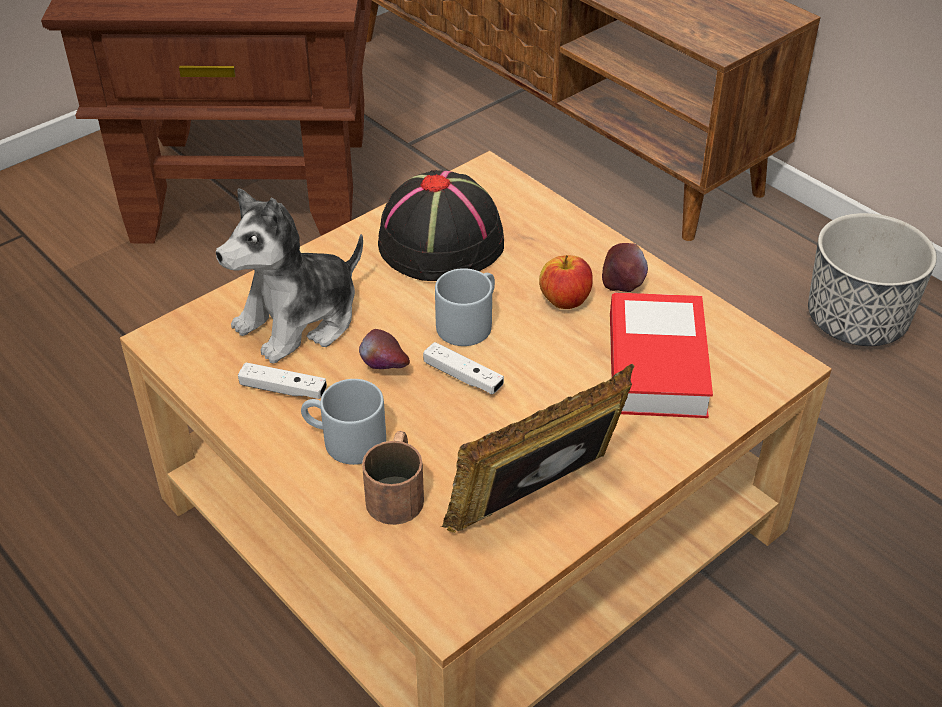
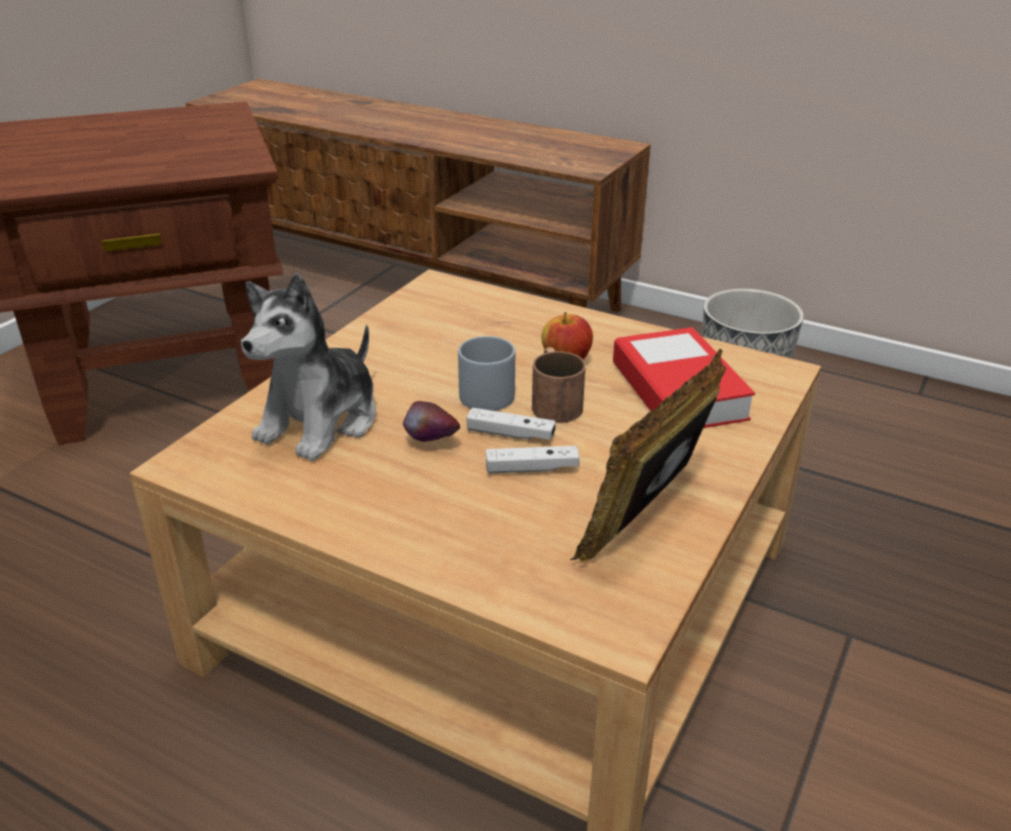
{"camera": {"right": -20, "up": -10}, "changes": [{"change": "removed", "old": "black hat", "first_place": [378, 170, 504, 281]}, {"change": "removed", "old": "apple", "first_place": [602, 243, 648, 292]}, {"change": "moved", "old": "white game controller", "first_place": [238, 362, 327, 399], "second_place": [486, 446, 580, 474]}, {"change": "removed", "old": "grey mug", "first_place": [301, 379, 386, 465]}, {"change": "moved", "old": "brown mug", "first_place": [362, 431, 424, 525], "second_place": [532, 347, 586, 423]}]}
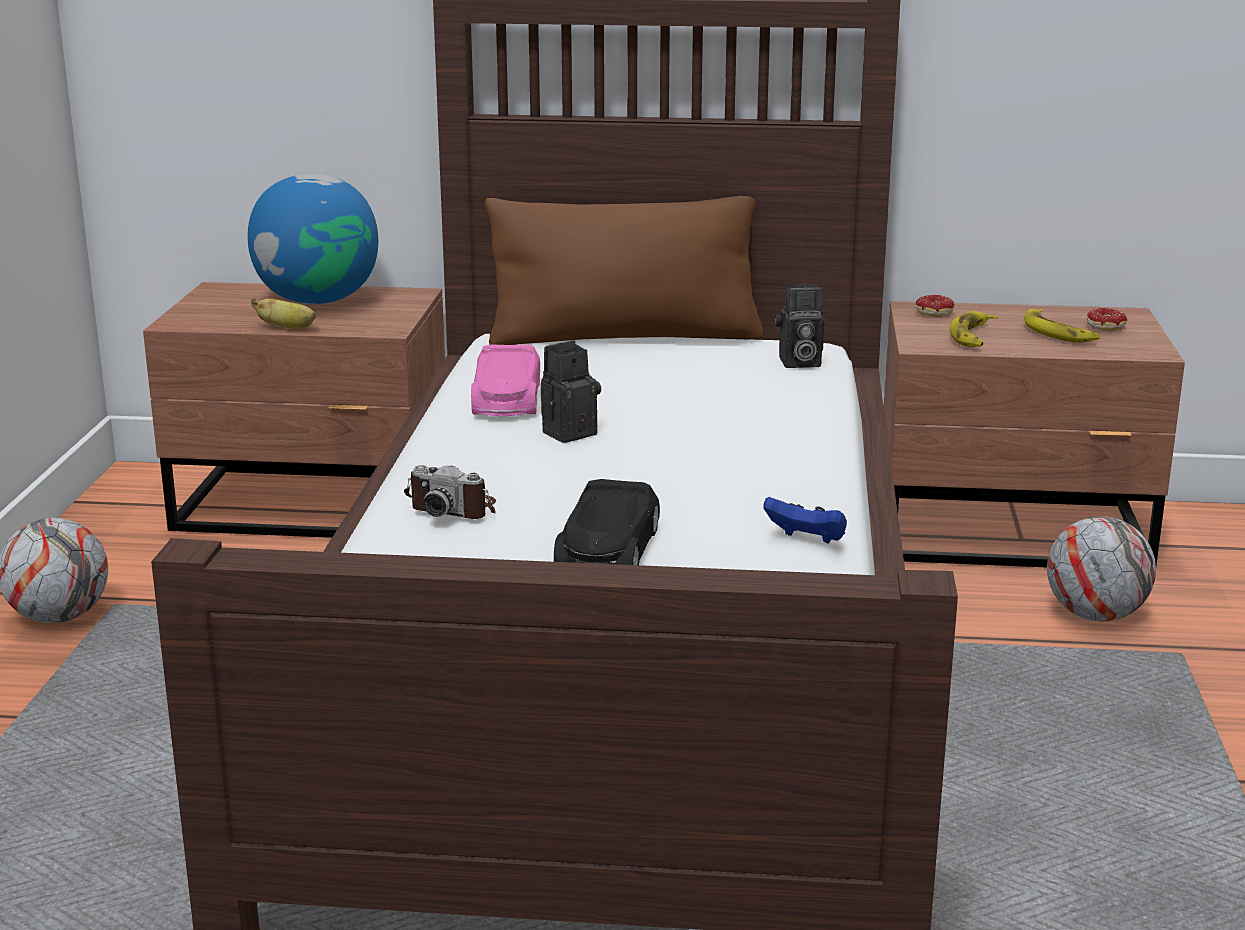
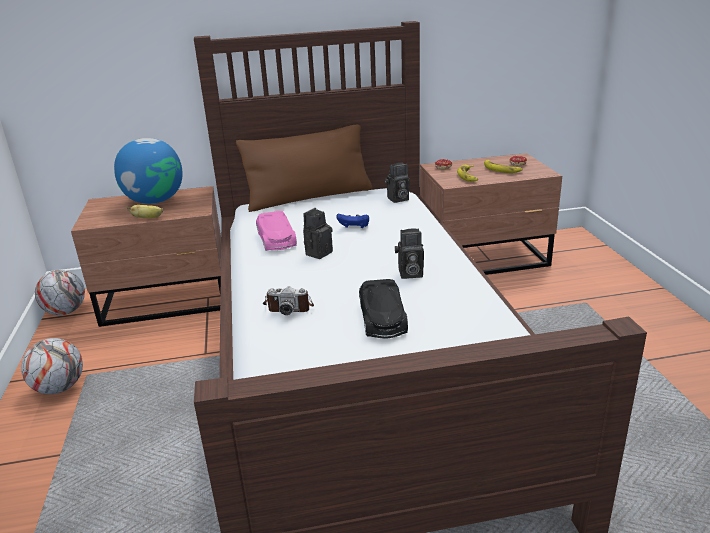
{"camera": {"right": -15, "up": 5}, "changes": [{"change": "moved", "old": "blue game controller", "first_place": [763, 497, 847, 544], "second_place": [337, 214, 369, 228]}, {"change": "moved", "old": "football", "first_place": [1047, 516, 1156, 621], "second_place": [35, 270, 85, 315]}, {"change": "added", "new": "photo camera", "second_place": [395, 229, 424, 279]}]}
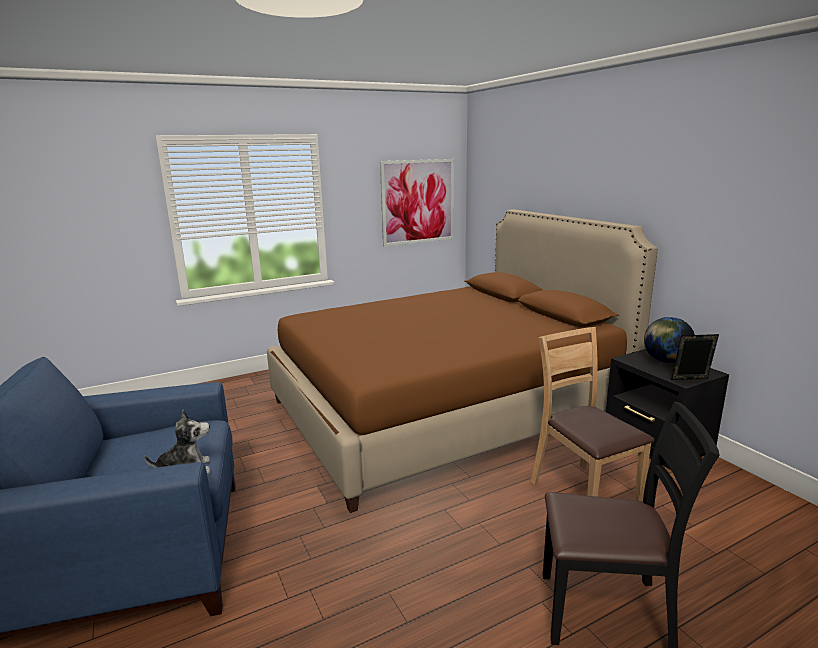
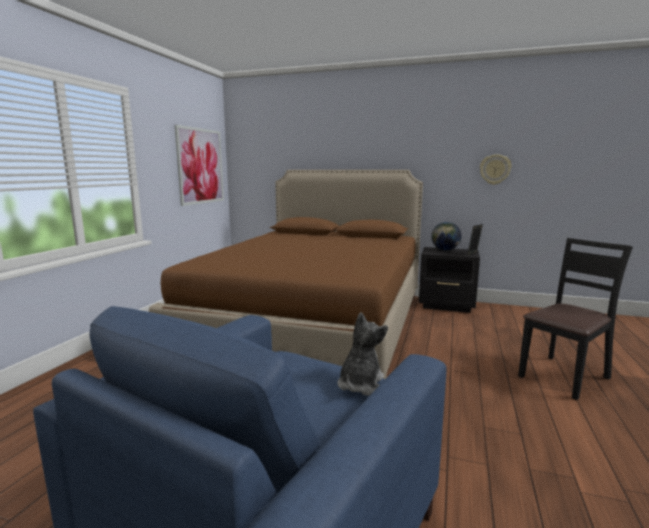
{"camera": {"right": -45, "up": -5}, "changes": [{"change": "removed", "old": "brown chair", "first_place": [530, 327, 654, 502]}, {"change": "added", "new": "wall clock", "second_place": [480, 154, 512, 185]}]}
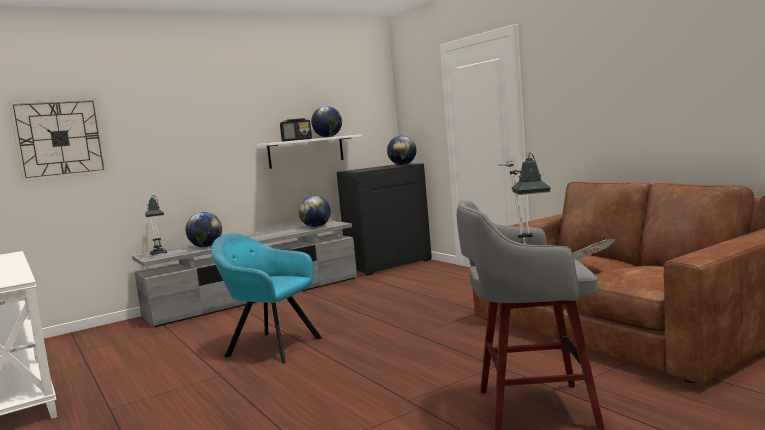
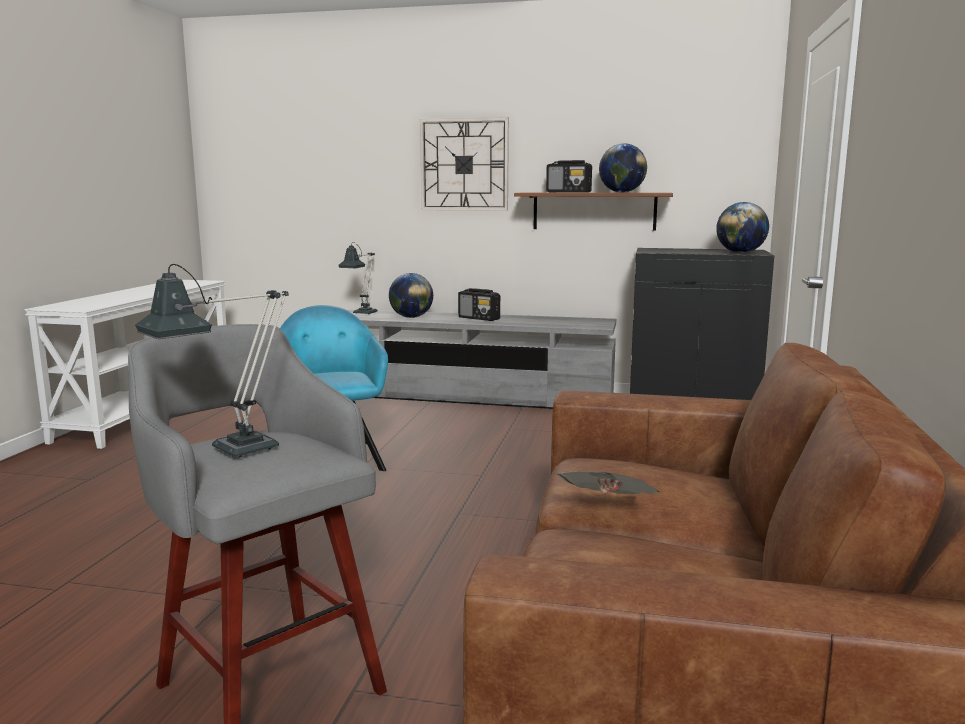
{"camera": {"right": 45, "up": 5}, "changes": [{"change": "moved", "old": "wall clock", "first_place": [9, 98, 107, 181], "second_place": [420, 117, 509, 211]}, {"change": "recoloured", "old": "white shelf", "new": "brown shelf", "first_place": [258, 134, 362, 169], "second_place": [514, 193, 673, 231]}, {"change": "removed", "old": "globe", "first_place": [299, 196, 331, 228]}, {"change": "added", "new": "radio", "second_place": [458, 288, 500, 321]}]}
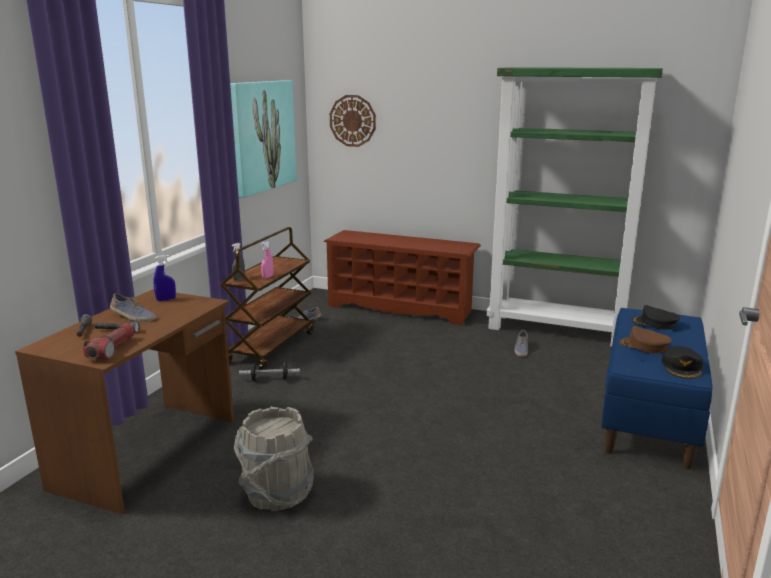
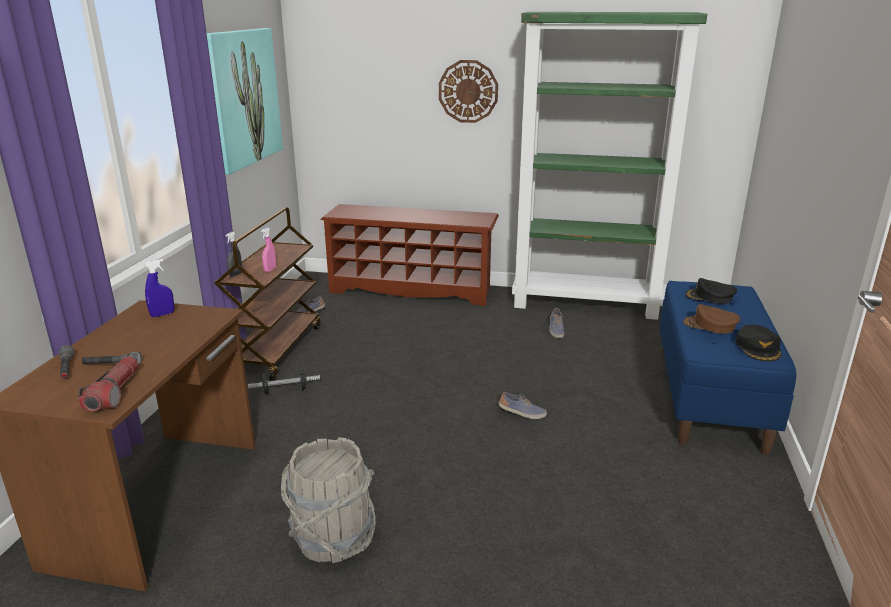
{"camera": {"right": -10, "up": 5}, "changes": [{"change": "moved", "old": "wall clock", "first_place": [330, 95, 376, 147], "second_place": [439, 60, 498, 123]}, {"change": "moved", "old": "shoe", "first_place": [110, 293, 156, 322], "second_place": [498, 392, 547, 419]}]}
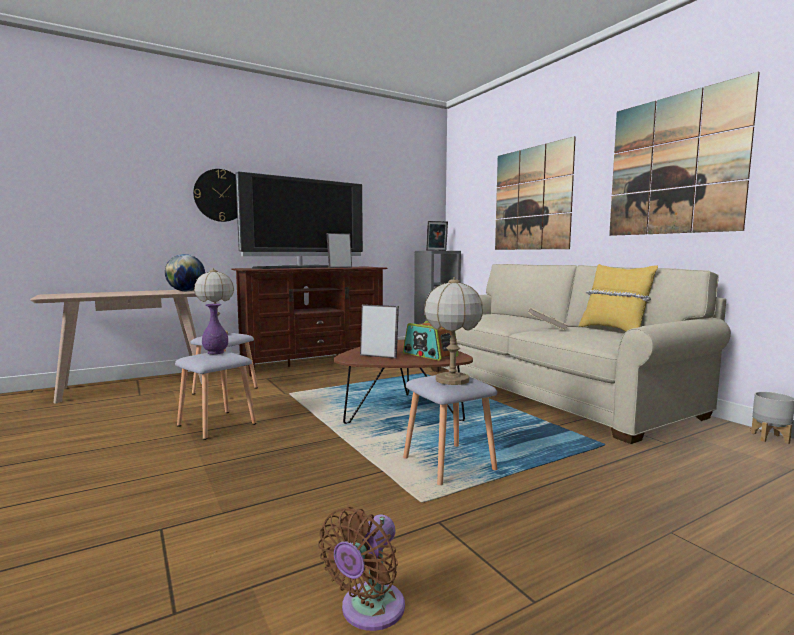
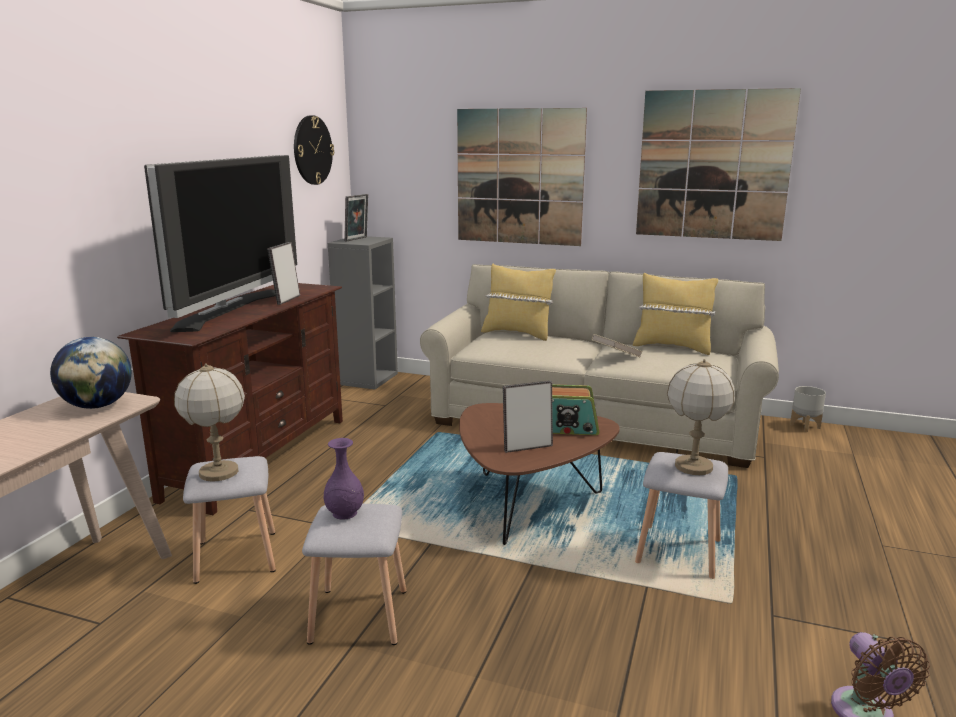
{"camera": {"right": -40, "up": 10}, "changes": [{"change": "moved", "old": "wall clock", "first_place": [193, 169, 237, 222], "second_place": [294, 115, 334, 185]}, {"change": "added", "new": "yellow pillow", "second_place": [481, 264, 556, 341]}]}
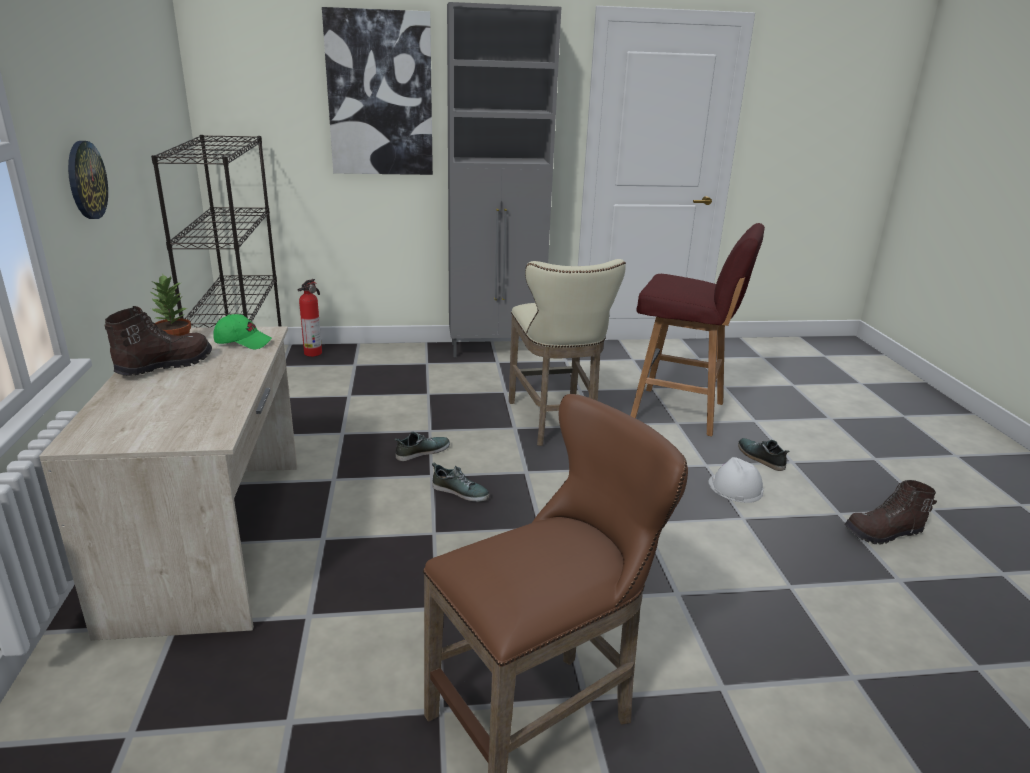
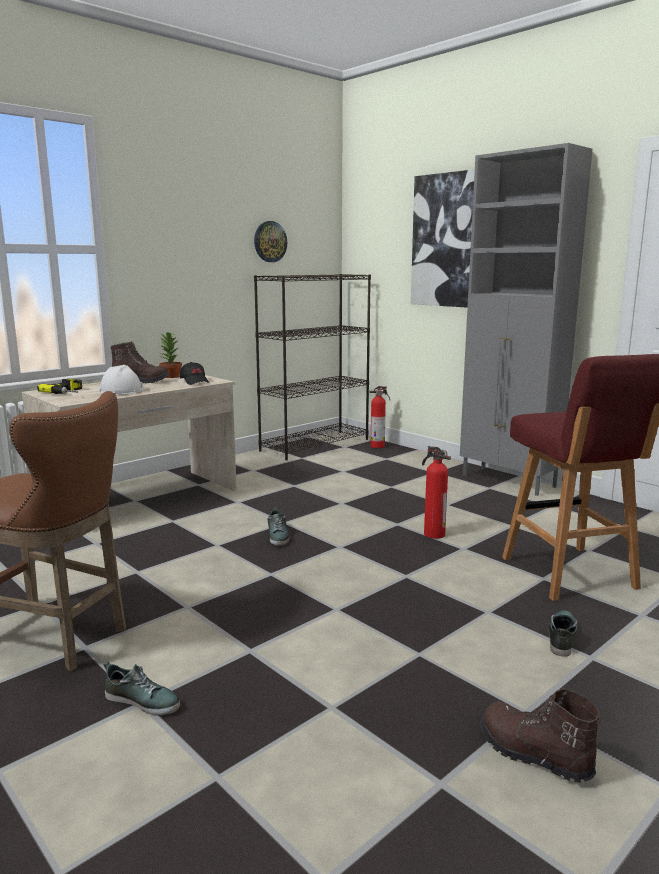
{"camera": {"right": 55, "up": -10}, "changes": [{"change": "moved", "old": "wall clock", "first_place": [68, 141, 108, 219], "second_place": [254, 221, 287, 262]}, {"change": "replaced", "old": "beige stool", "new": "fire extinguisher", "first_place": [509, 259, 626, 446], "second_place": [422, 446, 451, 539]}, {"change": "recoloured", "old": "green cap", "new": "black cap", "first_place": [213, 314, 272, 349], "second_place": [180, 362, 209, 385]}, {"change": "moved", "old": "shoe", "first_place": [395, 432, 450, 461], "second_place": [103, 661, 180, 715]}, {"change": "moved", "old": "white hard hat", "first_place": [708, 457, 764, 503], "second_place": [99, 365, 146, 395]}, {"change": "added", "new": "power drill", "second_place": [37, 379, 82, 394]}]}
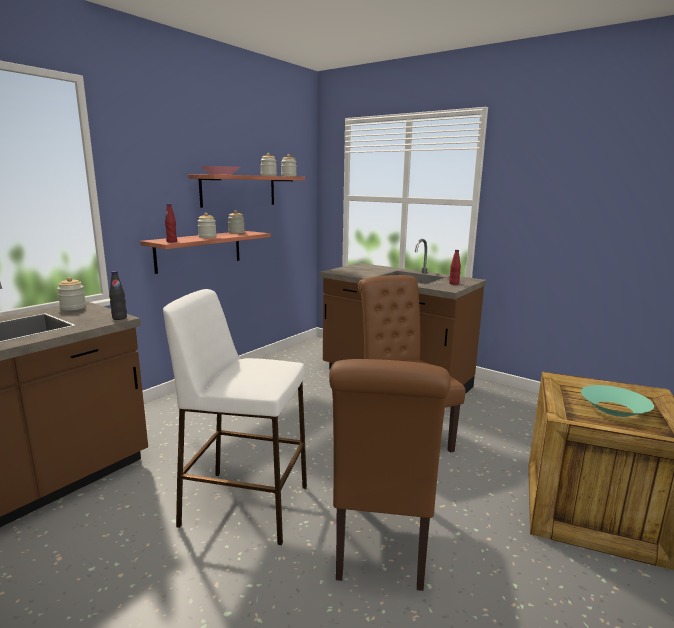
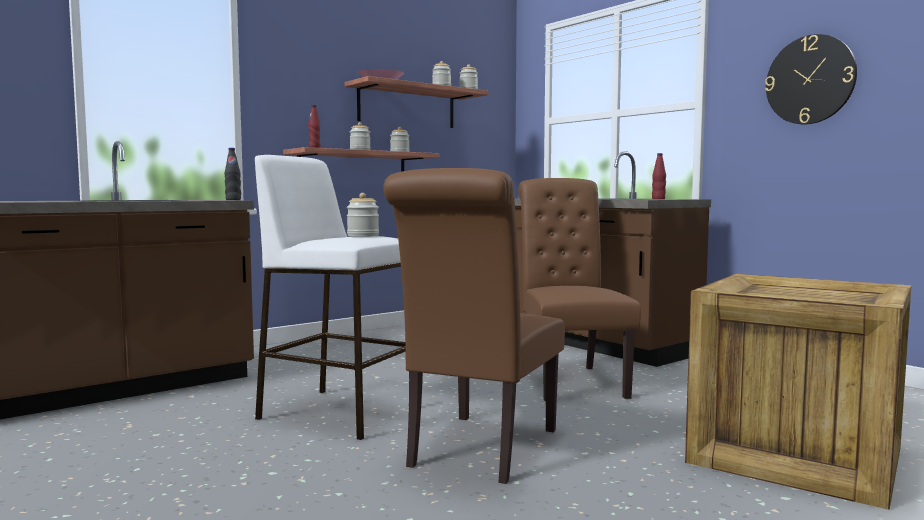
{"camera": {"right": 15, "up": -10}, "changes": [{"change": "moved", "old": "jar", "first_place": [57, 277, 86, 310], "second_place": [347, 193, 379, 237]}, {"change": "removed", "old": "turquoise bowl", "first_place": [581, 385, 654, 417]}, {"change": "added", "new": "wall clock", "second_place": [765, 34, 857, 124]}]}
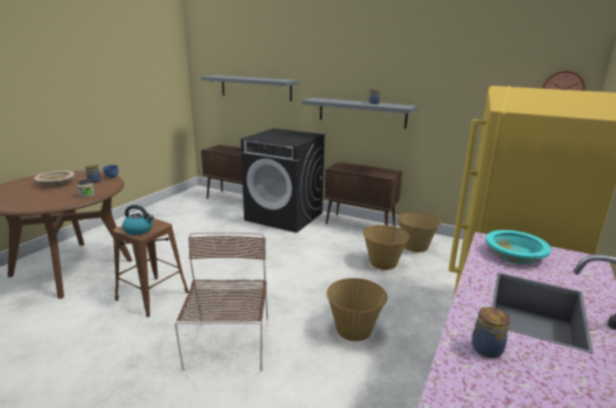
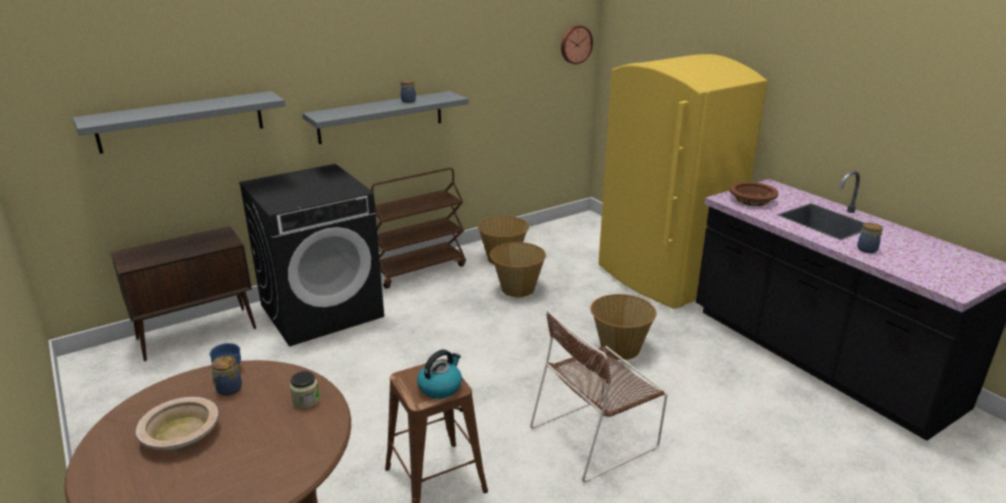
{"camera": {"right": -60, "up": 5}, "changes": [{"change": "replaced", "old": "brown cabinet", "new": "brown cart", "first_place": [325, 162, 402, 226], "second_place": [371, 168, 466, 289]}, {"change": "recoloured", "old": "turquoise bowl", "new": "brown bowl", "first_place": [486, 230, 551, 264], "second_place": [730, 182, 779, 206]}, {"change": "turned", "old": "brown chair", "first_place": [175, 232, 268, 371], "second_place": [530, 310, 668, 482], "degrees": -60}]}
